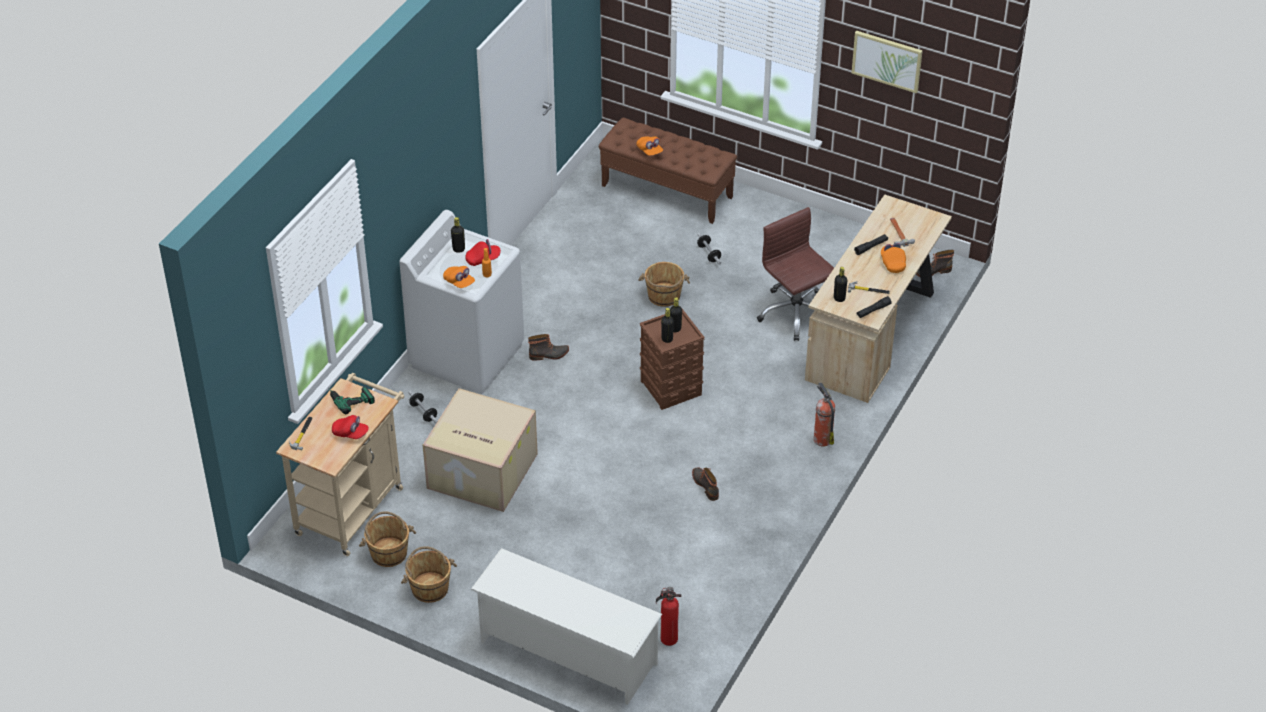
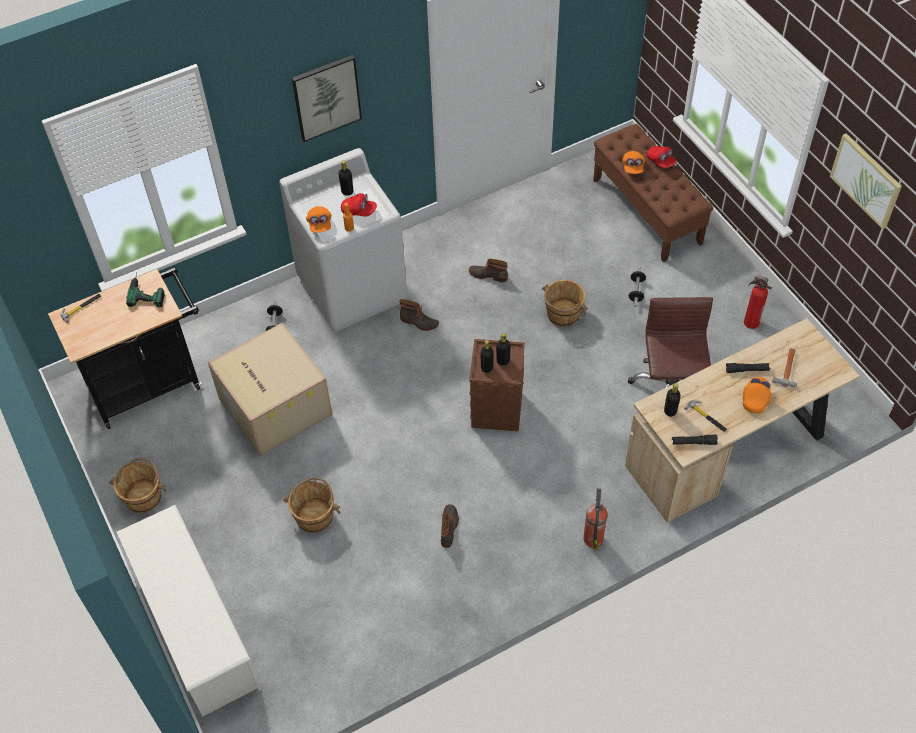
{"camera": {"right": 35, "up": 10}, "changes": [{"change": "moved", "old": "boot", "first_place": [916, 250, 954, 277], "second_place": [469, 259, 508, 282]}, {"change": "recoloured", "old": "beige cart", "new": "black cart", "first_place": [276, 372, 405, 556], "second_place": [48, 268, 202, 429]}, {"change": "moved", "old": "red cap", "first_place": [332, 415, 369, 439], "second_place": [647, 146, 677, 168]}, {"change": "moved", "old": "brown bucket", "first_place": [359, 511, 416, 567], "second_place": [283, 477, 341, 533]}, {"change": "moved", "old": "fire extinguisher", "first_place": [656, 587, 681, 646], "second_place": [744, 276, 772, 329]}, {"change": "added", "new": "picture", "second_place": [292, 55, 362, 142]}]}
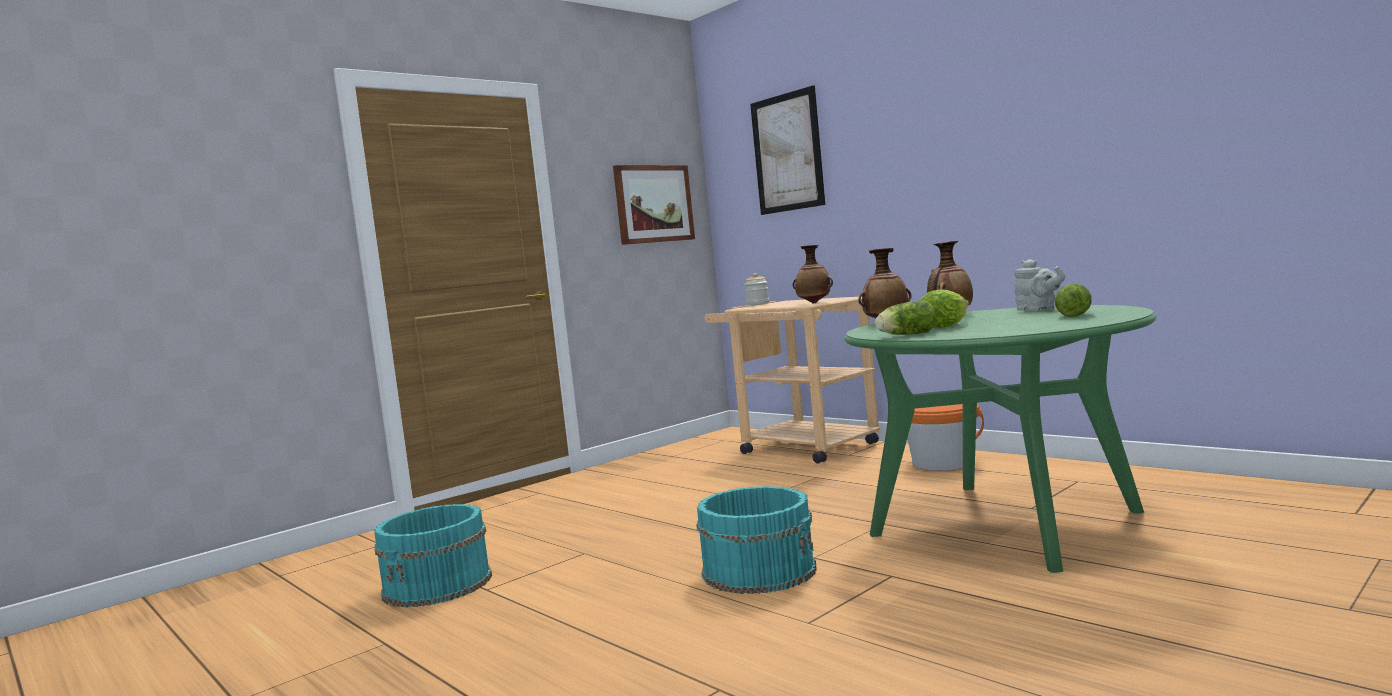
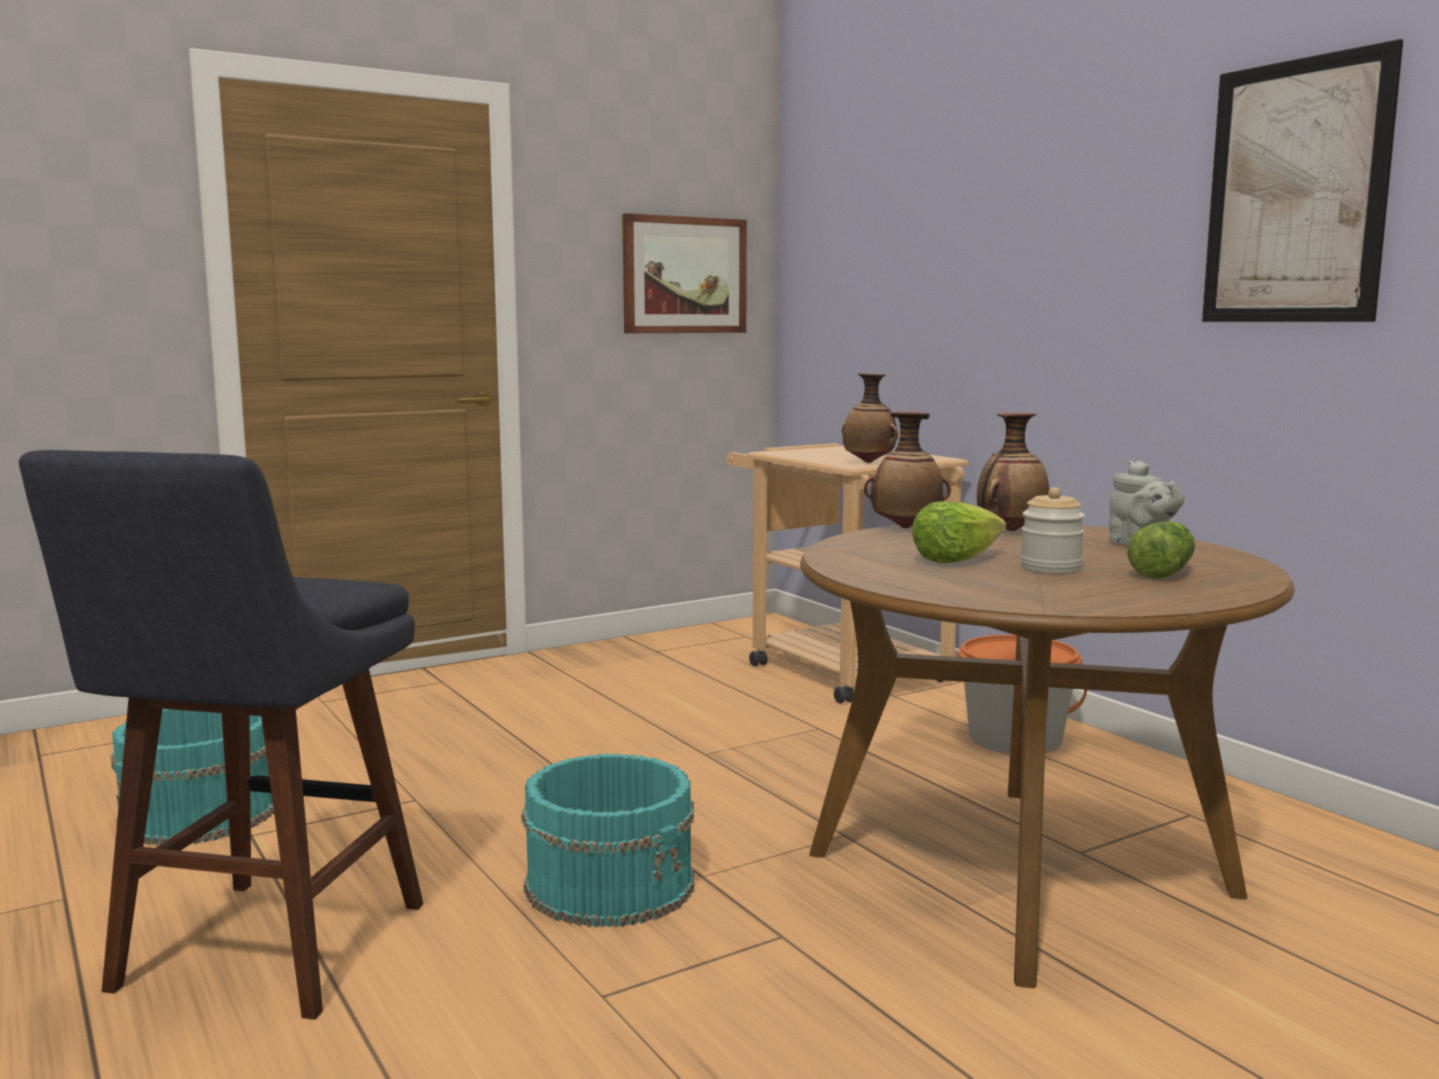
{"camera": {"right": 10, "up": 5}, "changes": [{"change": "moved", "old": "picture", "first_place": [750, 85, 825, 215], "second_place": [1202, 39, 1403, 322]}, {"change": "moved", "old": "jar", "first_place": [745, 273, 769, 305], "second_place": [1020, 487, 1085, 573]}, {"change": "removed", "old": "lettuce", "first_place": [875, 300, 936, 335]}, {"change": "recoloured", "old": "green dining table", "new": "brown dining table", "first_place": [844, 305, 1157, 573], "second_place": [800, 525, 1295, 988]}, {"change": "added", "new": "blue stool", "second_place": [19, 450, 423, 1020]}]}
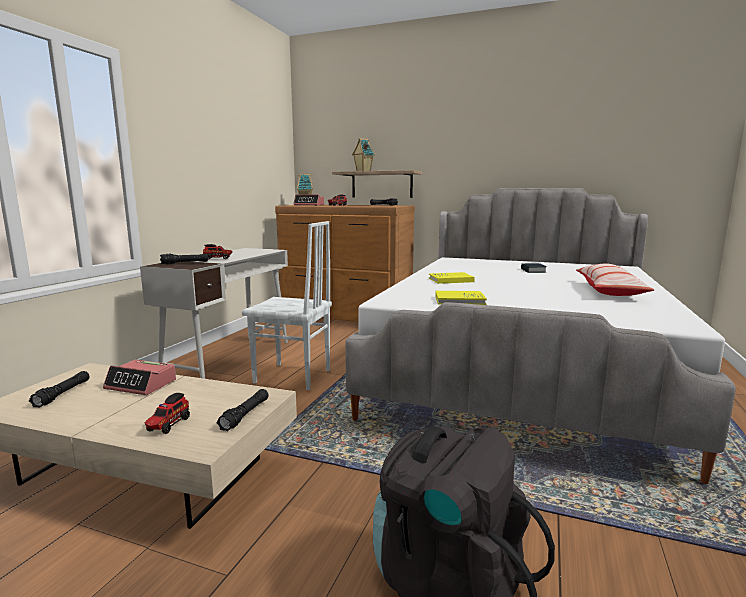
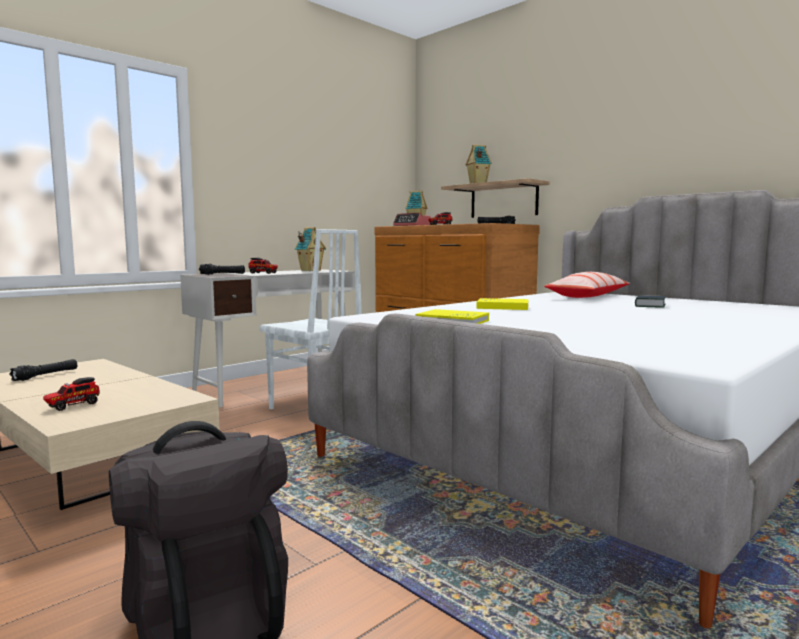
{"camera": {"right": 25, "up": -5}, "changes": [{"change": "moved", "old": "pillow", "first_place": [576, 263, 654, 296], "second_place": [544, 272, 630, 298]}, {"change": "removed", "old": "alarm clock", "first_place": [103, 359, 176, 395]}, {"change": "removed", "old": "black flashlight", "first_place": [217, 389, 269, 431]}, {"change": "added", "new": "toy house", "second_place": [294, 227, 326, 271]}]}
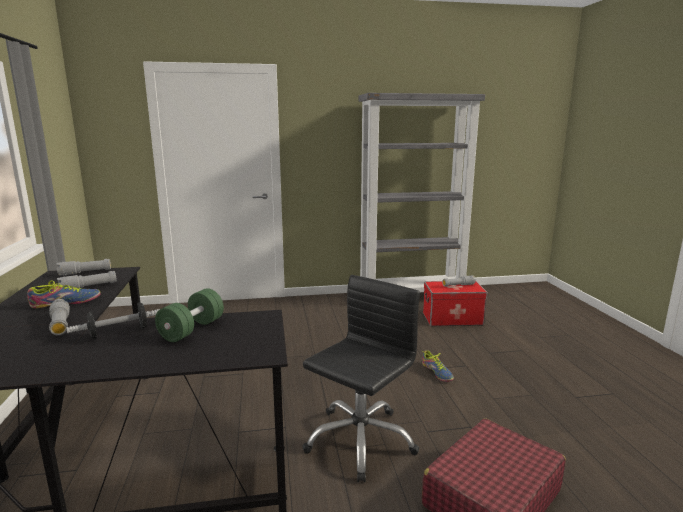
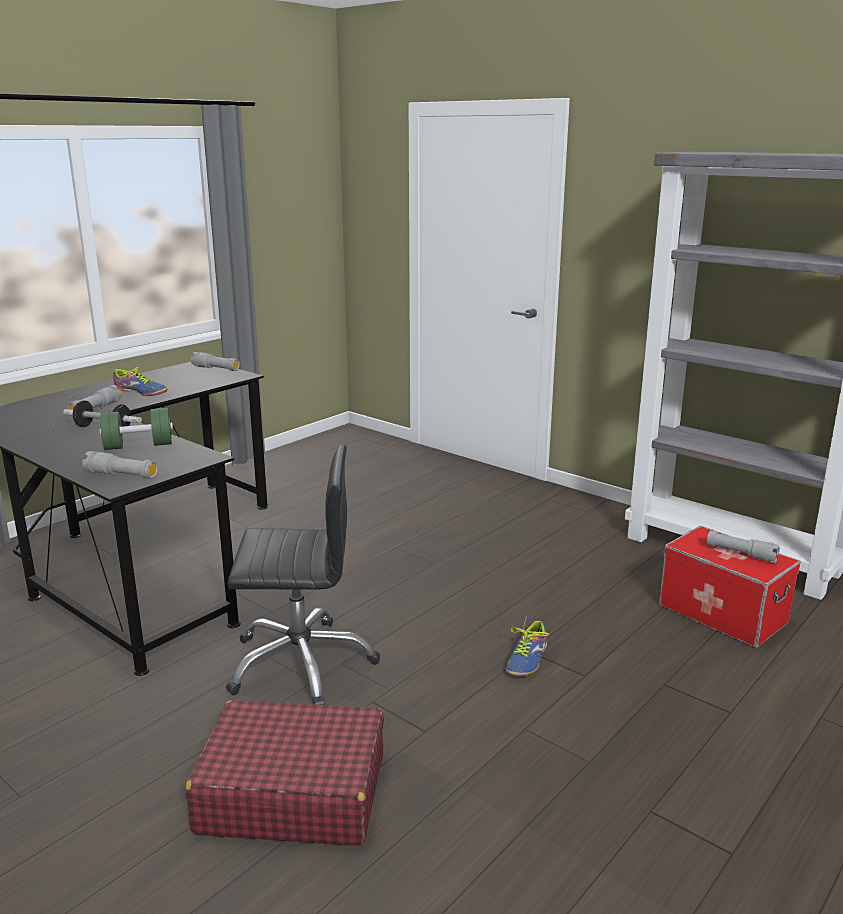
{"camera": {"right": 50, "up": 5}, "changes": [{"change": "moved", "old": "grey flashlight", "first_place": [57, 271, 117, 288], "second_place": [82, 451, 158, 479]}]}
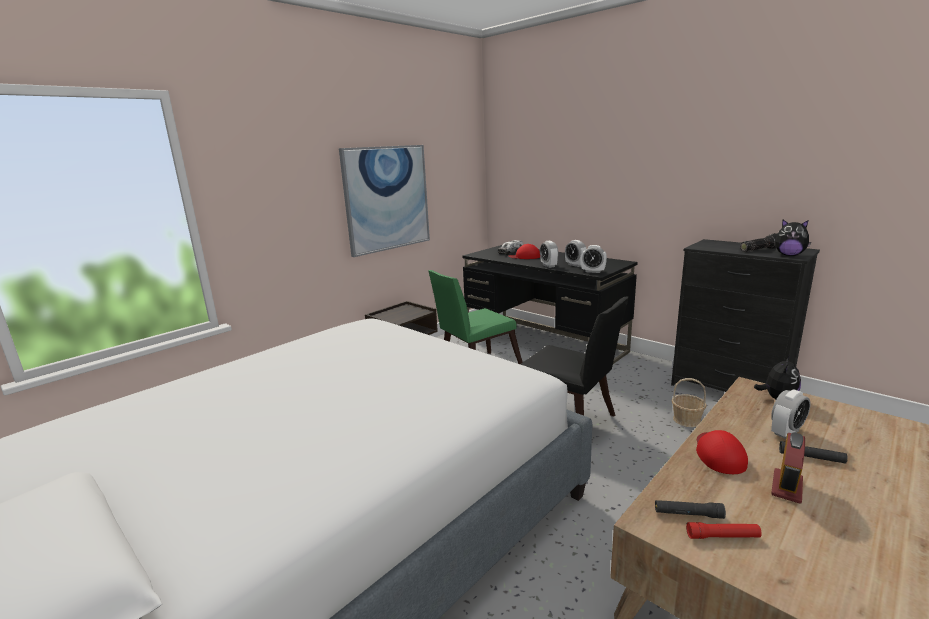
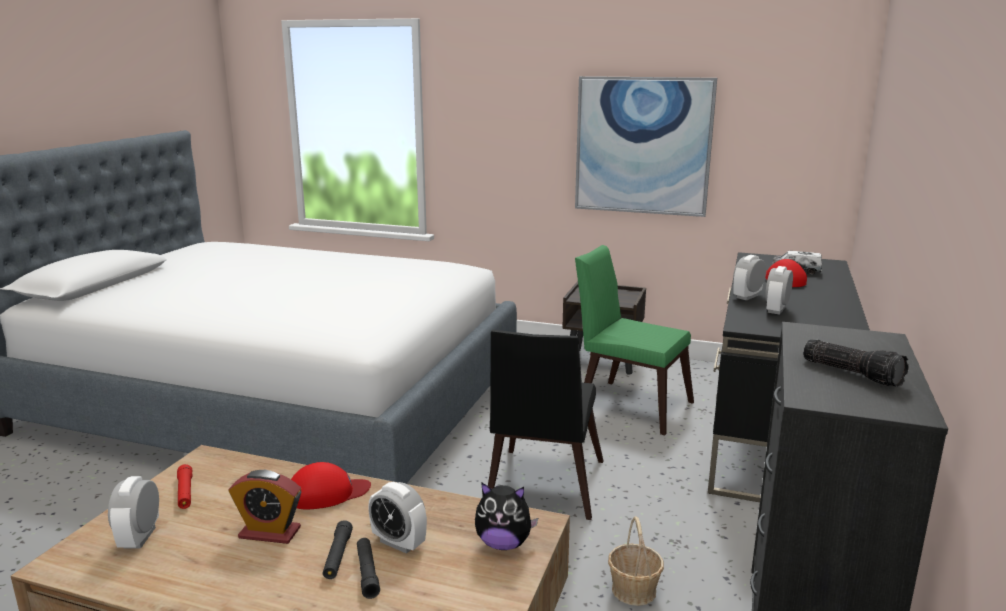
{"camera": {"right": 65, "up": 0}, "changes": [{"change": "removed", "old": "plush toy", "first_place": [775, 220, 811, 256]}, {"change": "moved", "old": "alarm clock", "first_place": [581, 245, 607, 273], "second_place": [108, 476, 159, 548]}, {"change": "moved", "old": "black flashlight", "first_place": [655, 500, 726, 519], "second_place": [357, 538, 380, 599]}]}
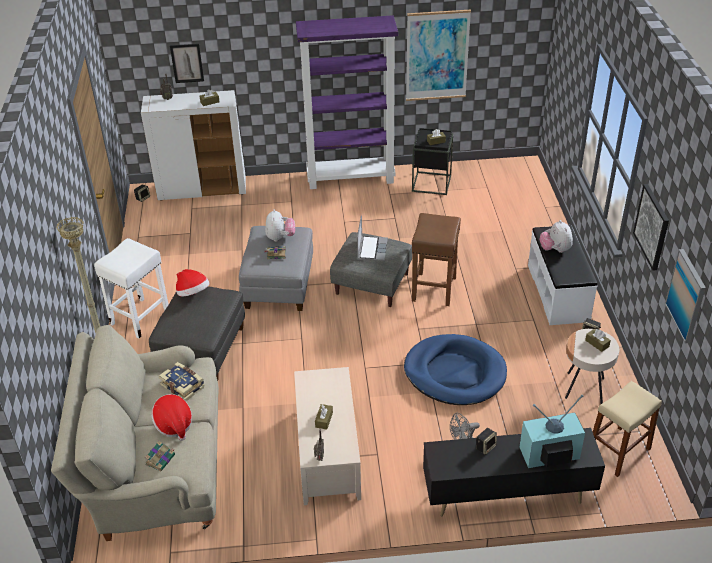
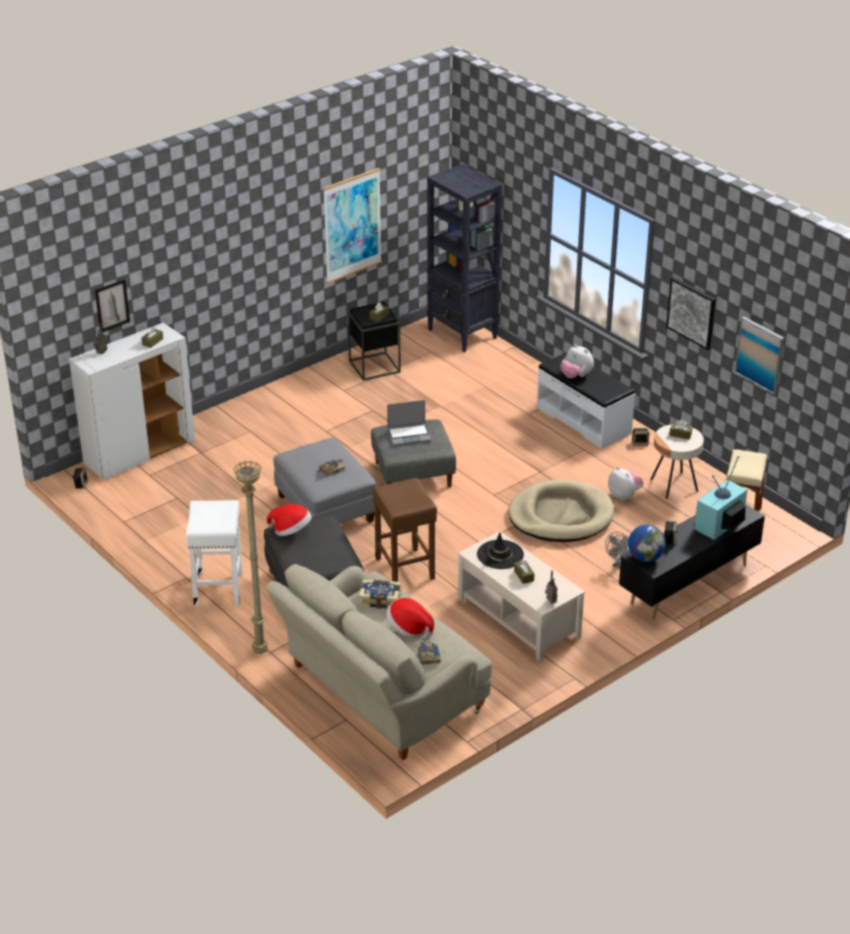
{"camera": {"right": -35, "up": -5}, "changes": [{"change": "removed", "old": "purple bookcase", "first_place": [296, 15, 398, 189]}, {"change": "moved", "old": "plush toy", "first_place": [265, 209, 295, 242], "second_place": [608, 467, 643, 501]}, {"change": "moved", "old": "brown stool", "first_place": [412, 213, 461, 306], "second_place": [373, 478, 437, 582]}, {"change": "turned", "old": "laptop", "first_place": [357, 215, 388, 261], "second_place": [387, 400, 431, 446], "degrees": 105}, {"change": "recoloured", "old": "blue dog bed", "new": "beige dog bed", "first_place": [404, 334, 507, 405], "second_place": [508, 480, 614, 542]}, {"change": "added", "new": "black bookcase", "second_place": [427, 164, 502, 352]}, {"change": "added", "new": "globe", "second_place": [628, 525, 666, 562]}, {"change": "added", "new": "black hat", "second_place": [477, 532, 524, 569]}]}
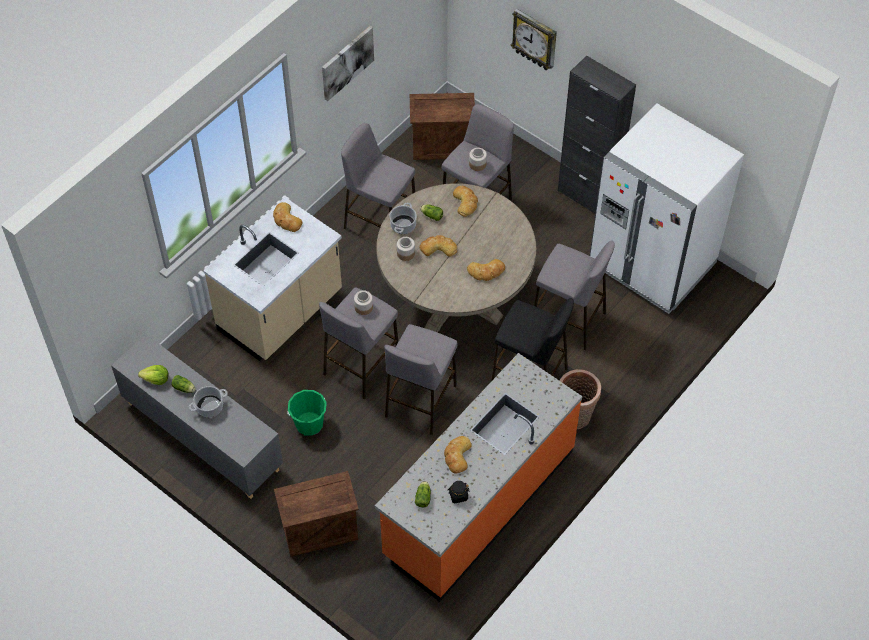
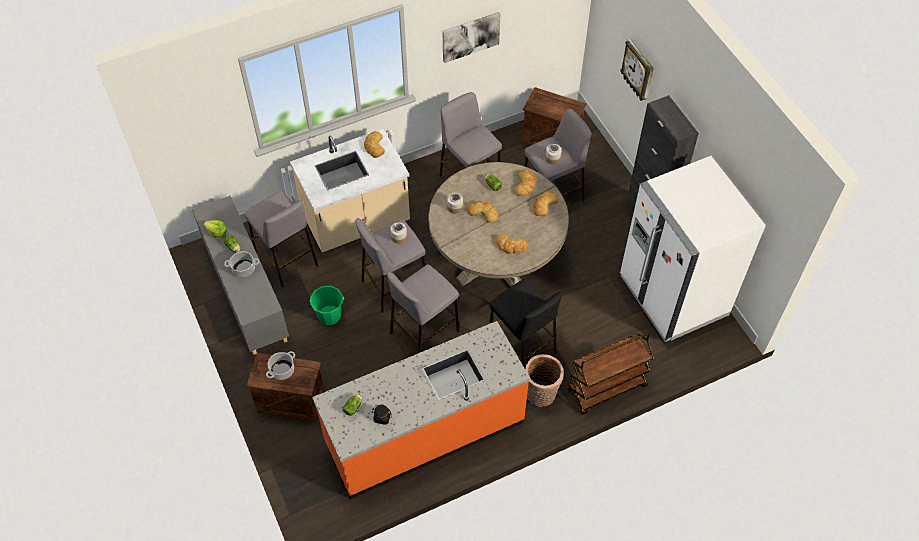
{"camera": {"right": 25, "up": 0}, "changes": [{"change": "moved", "old": "cooking pot", "first_place": [389, 203, 417, 234], "second_place": [266, 351, 295, 380]}, {"change": "moved", "old": "grey stool", "first_place": [534, 240, 615, 350], "second_place": [244, 191, 318, 287]}, {"change": "moved", "old": "bread", "first_place": [444, 436, 472, 474], "second_place": [533, 192, 558, 216]}, {"change": "added", "new": "brown cart", "second_place": [567, 333, 654, 415]}]}
